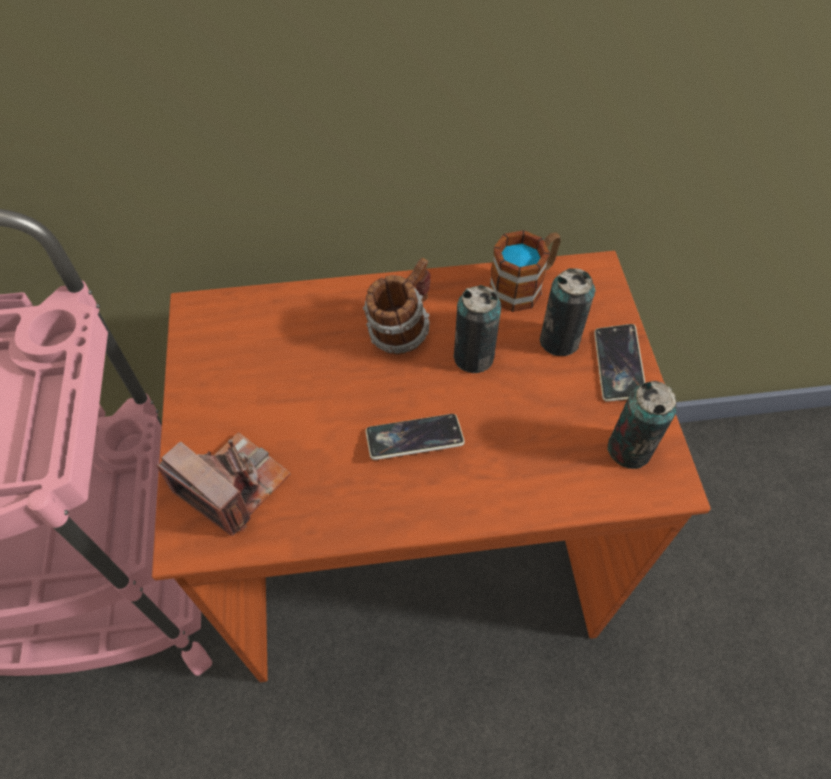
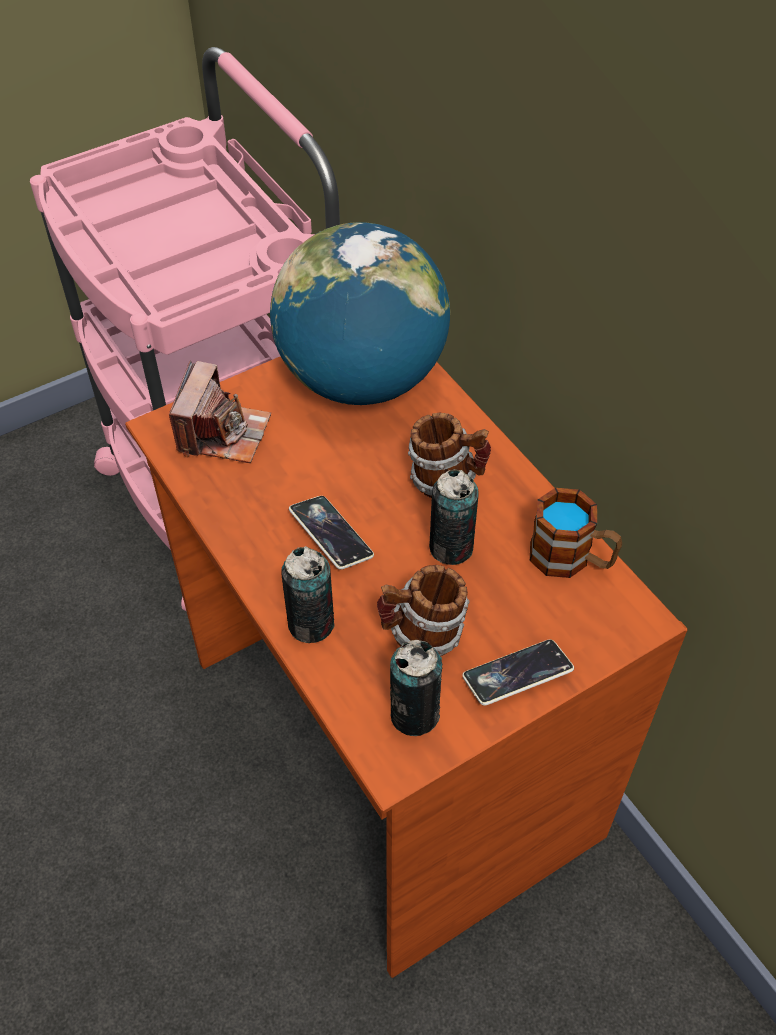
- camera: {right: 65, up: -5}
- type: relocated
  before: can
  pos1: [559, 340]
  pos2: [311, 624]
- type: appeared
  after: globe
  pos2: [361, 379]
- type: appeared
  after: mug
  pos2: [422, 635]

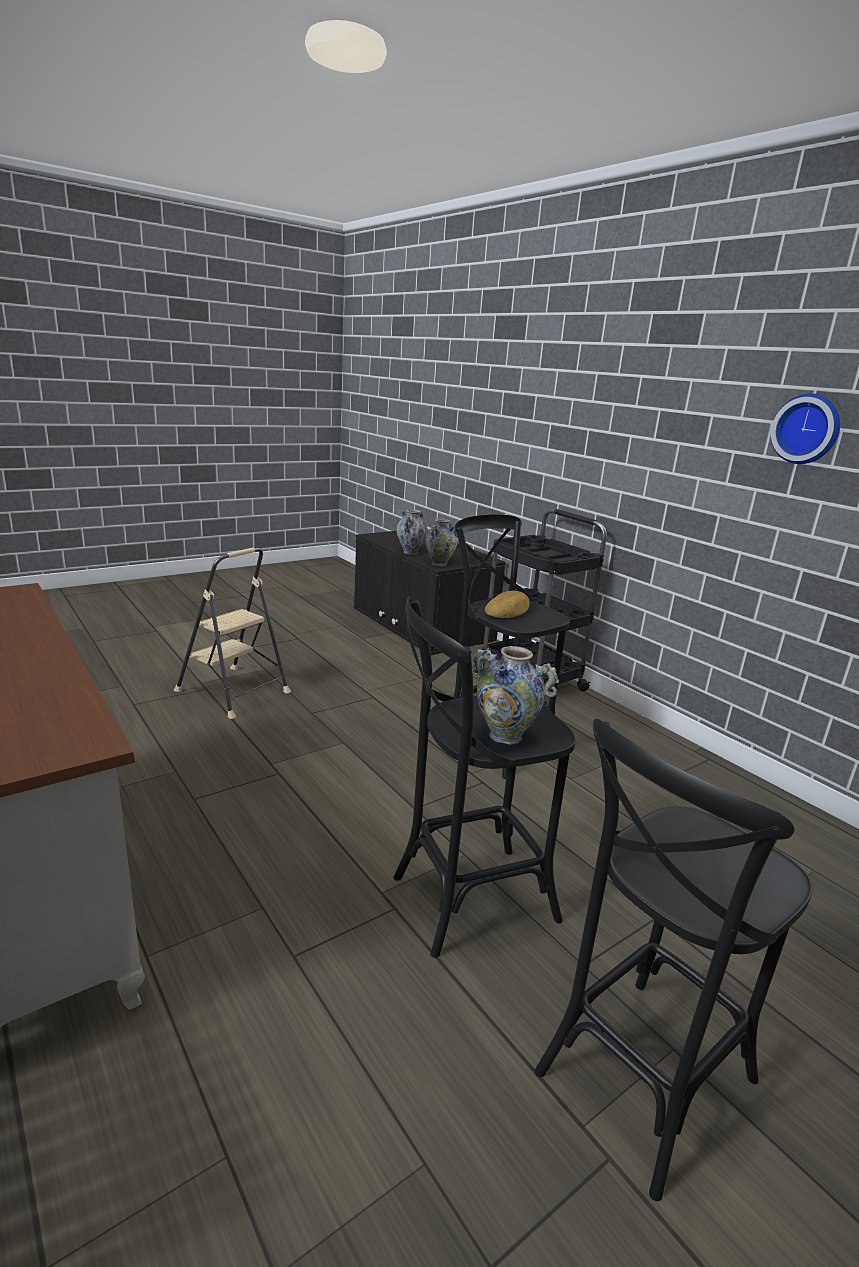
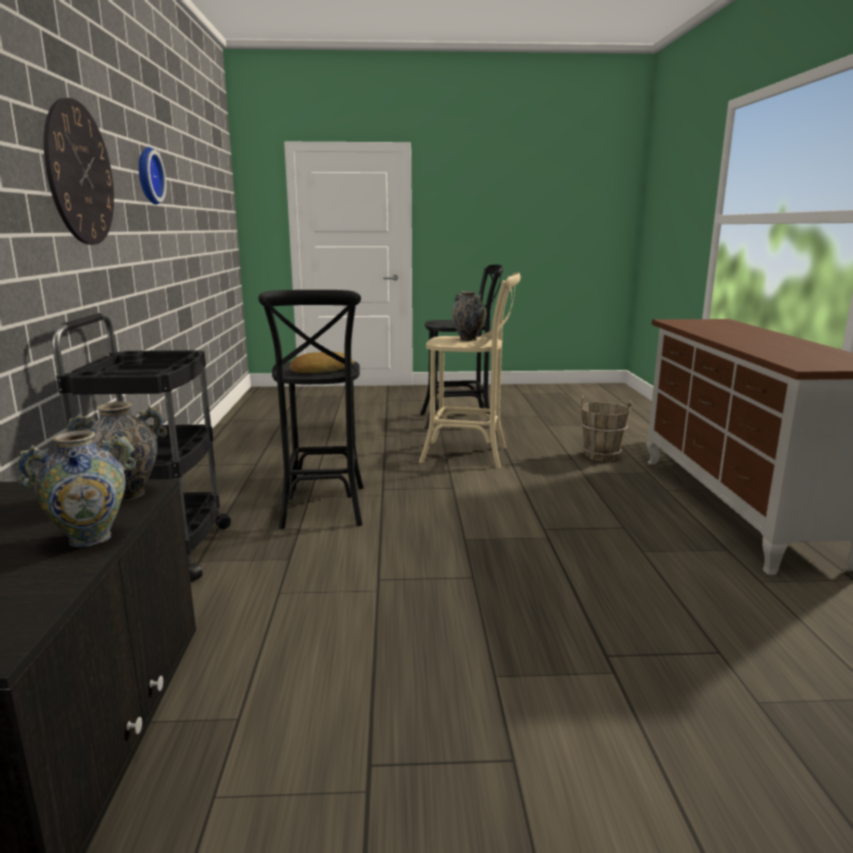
- camera: {right: -145, up: -5}
- type: missing
  before: beige step ladder
  pos1: [234, 692]
- type: colour
  before: black stool
  after: beige stool
  pos1: [466, 899]
  pos2: [469, 455]
- type: appeared
  after: wall clock
  pos2: [80, 173]
- type: appeared
  after: brown bucket
  pos2: [601, 456]

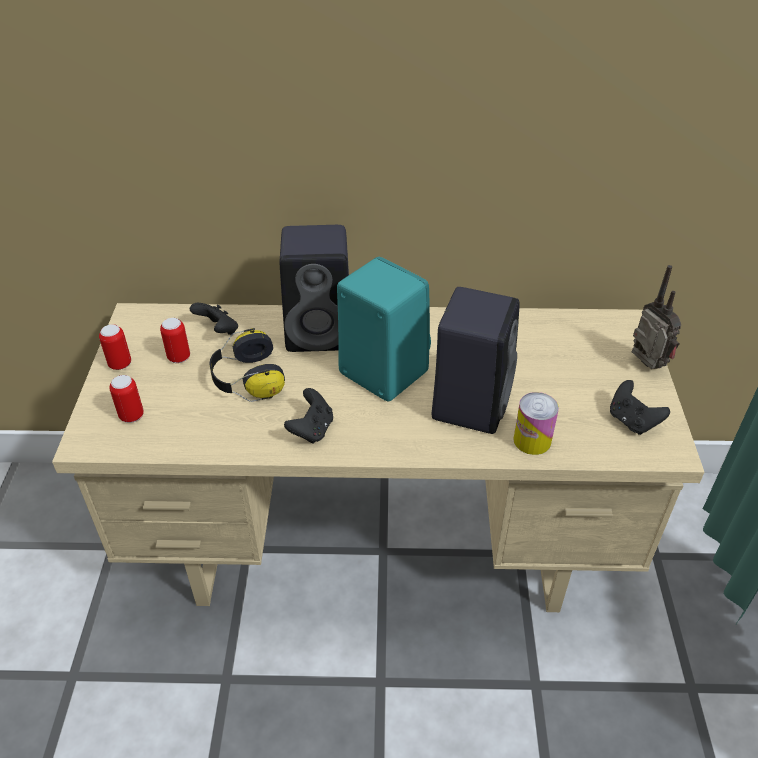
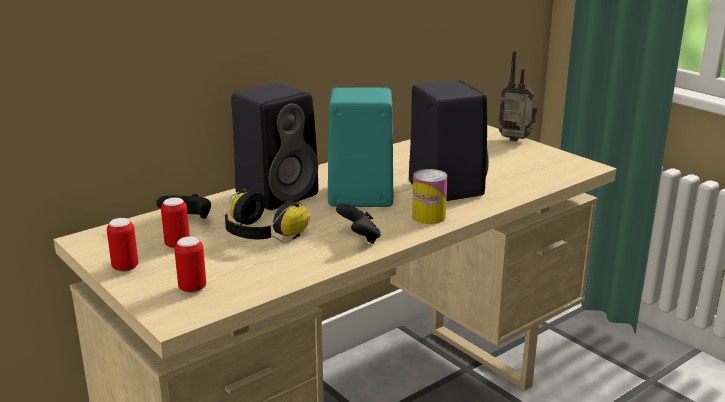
- camera: {right: -40, up: -20}
- type: missing
  before: black game controller
  pos1: [632, 421]
- type: relocated
  before: can
  pos1: [532, 440]
  pos2: [428, 216]

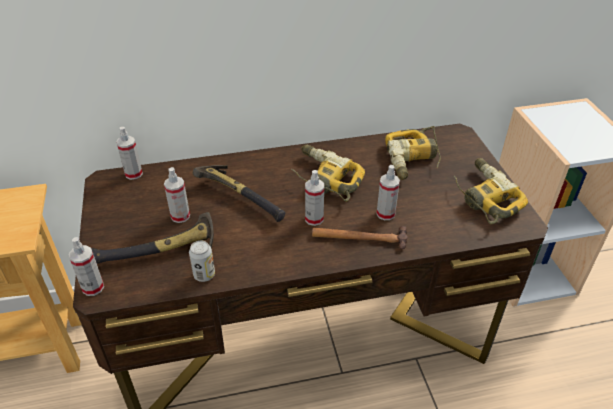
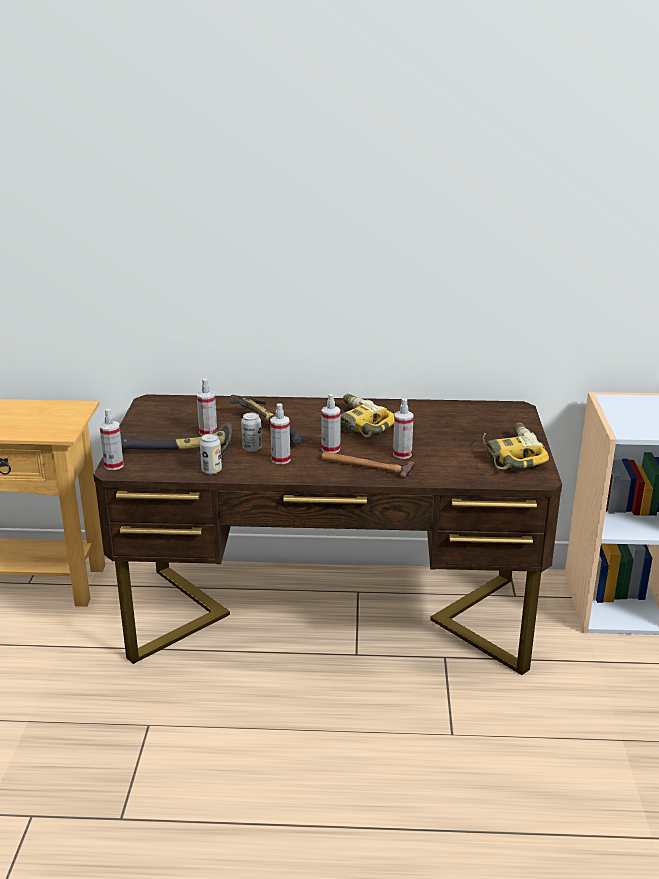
- camera: {right: 15, up: -15}
- type: missing
  before: power drill
  pos1: [414, 159]
- type: relocated
  before: spray bottle
  pos1: [133, 174]
  pos2: [280, 459]
- type: appeared
  after: can
  pos2: [252, 448]

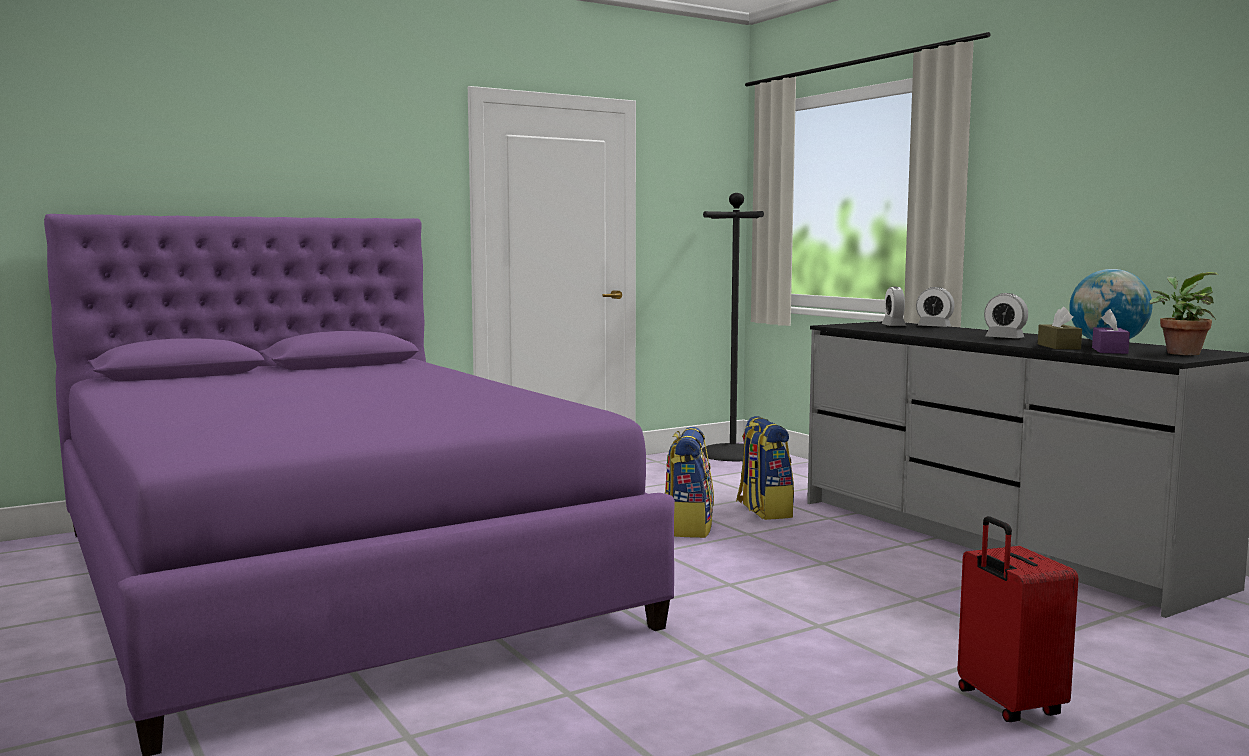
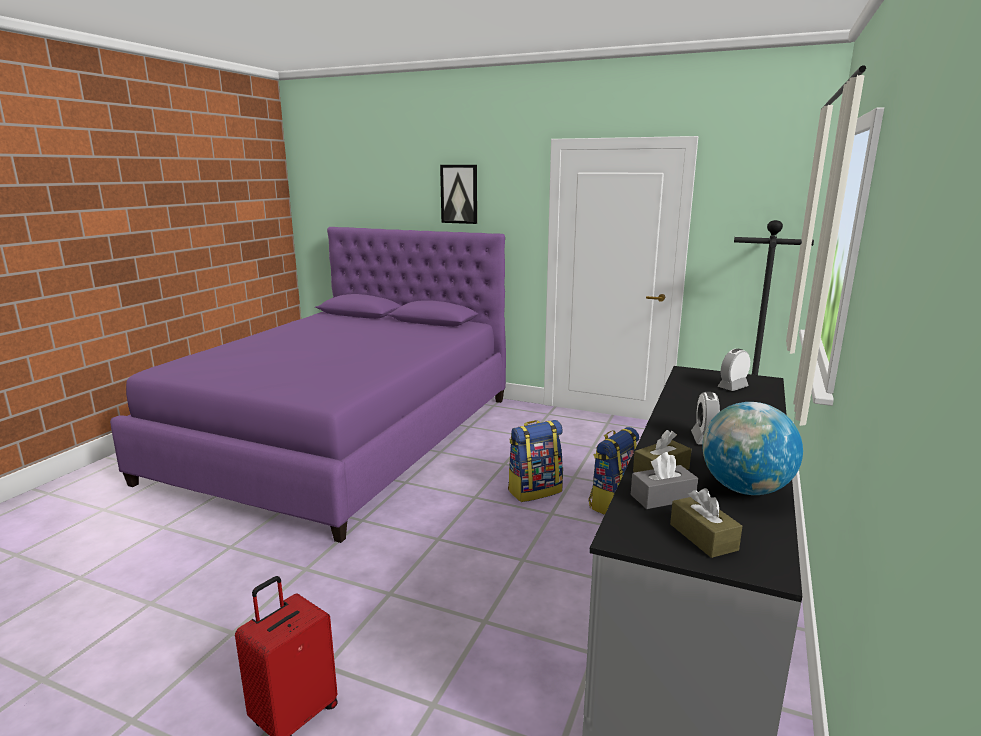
- camera: {right: 55, up: 10}
- type: exchanged
  before: potted plant
  after: brown tissue box
  pos1: [1179, 353]
  pos2: [703, 537]
- type: missing
  before: alarm clock
  pos1: [934, 326]
- type: colour
  before: purple tissue box
  after: grey tissue box
  pos1: [1109, 350]
  pos2: [662, 497]
- type: appeared
  after: picture
  pos2: [459, 194]

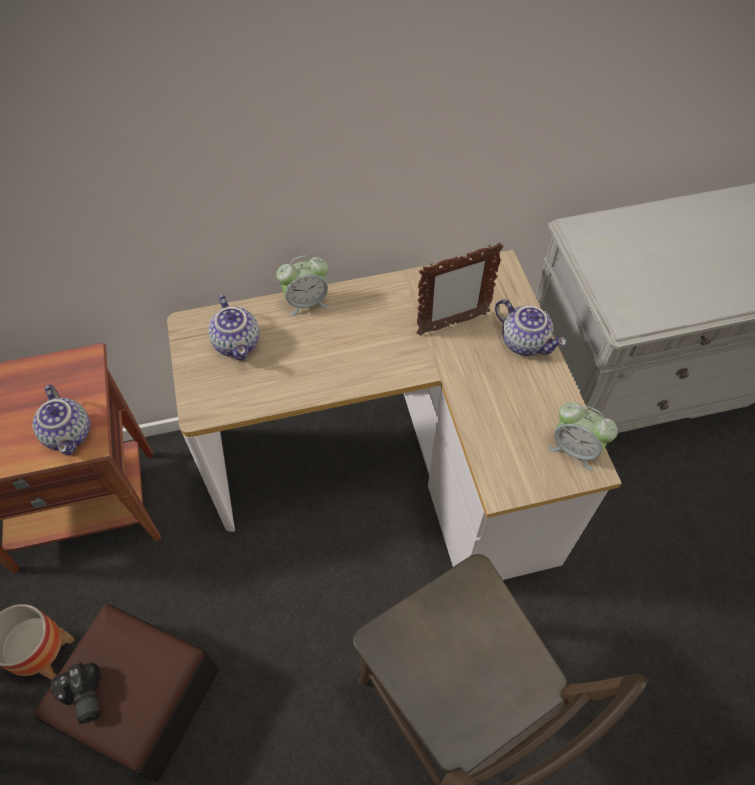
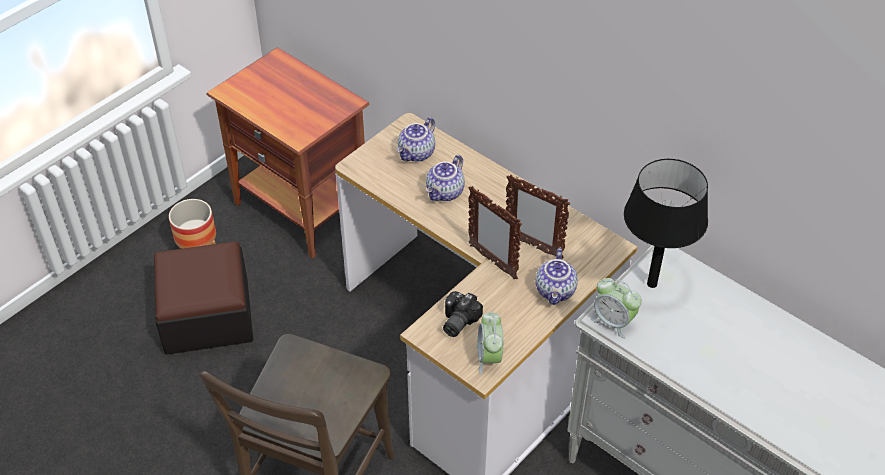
- camera: {right: 55, up: -10}
- type: relocated
  before: alarm clock
  pos1: [306, 302]
  pos2: [613, 322]
- type: relocated
  before: teapot
  pos1: [70, 434]
  pos2: [445, 193]
- type: relocated
  before: photo camera
  pos1: [82, 698]
  pos2: [456, 321]
- type: appeared
  after: black table lamp
  pos2: [651, 284]
- type: appeared
  after: picture frame
  pos2: [492, 261]

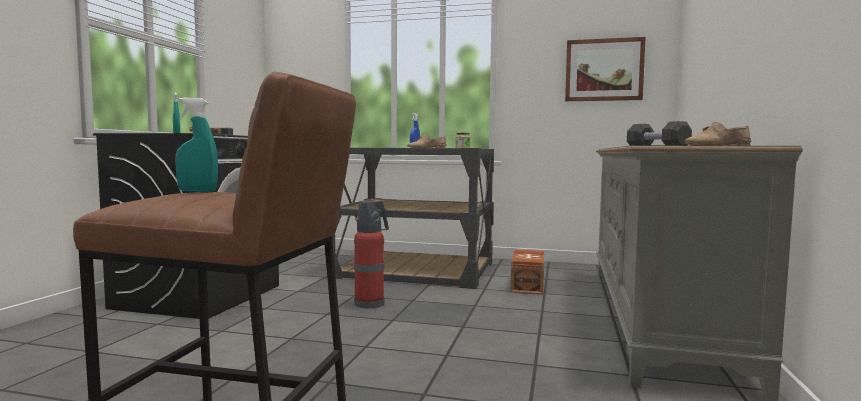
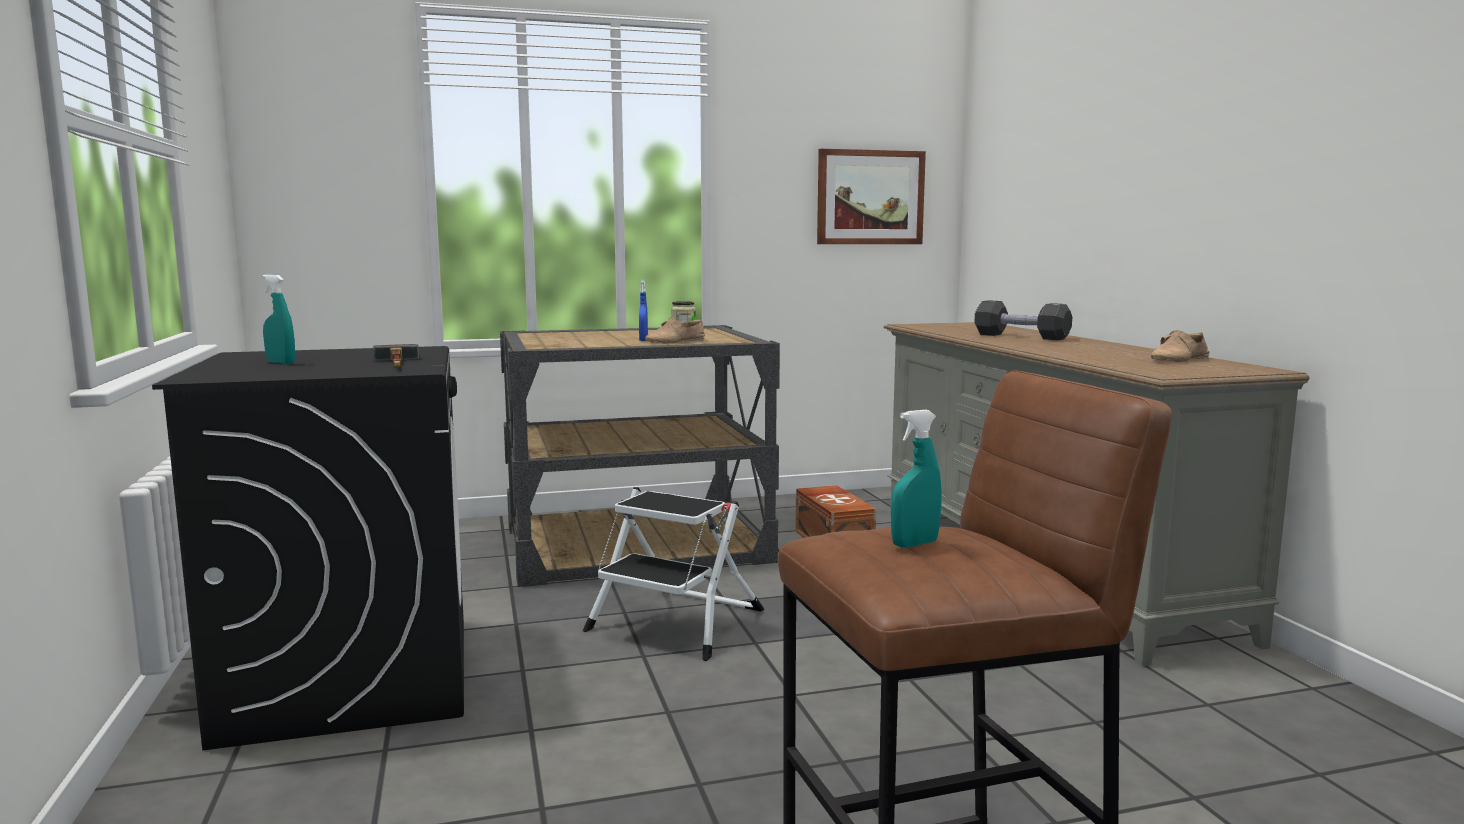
- camera: {right: -30, up: 5}
- type: exchanged
  before: fire extinguisher
  after: step ladder
  pos1: [371, 304]
  pos2: [677, 622]

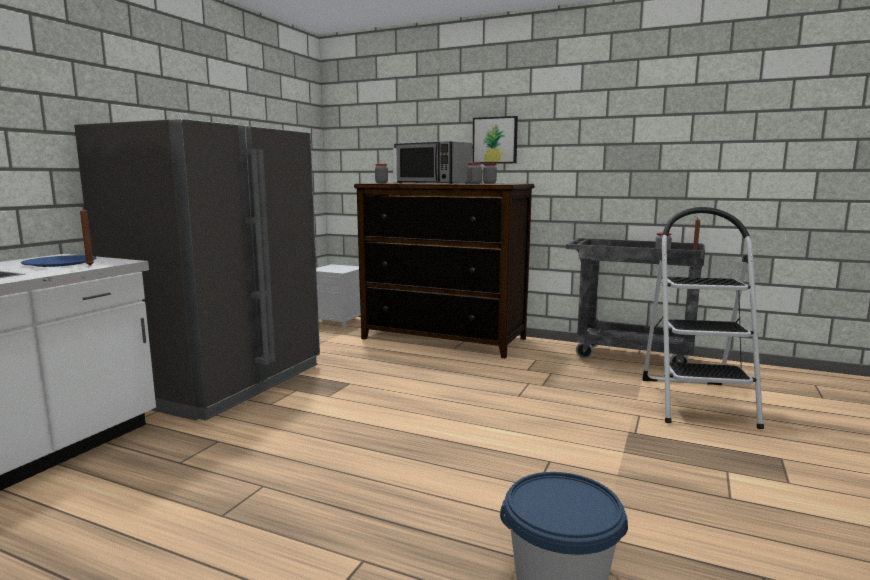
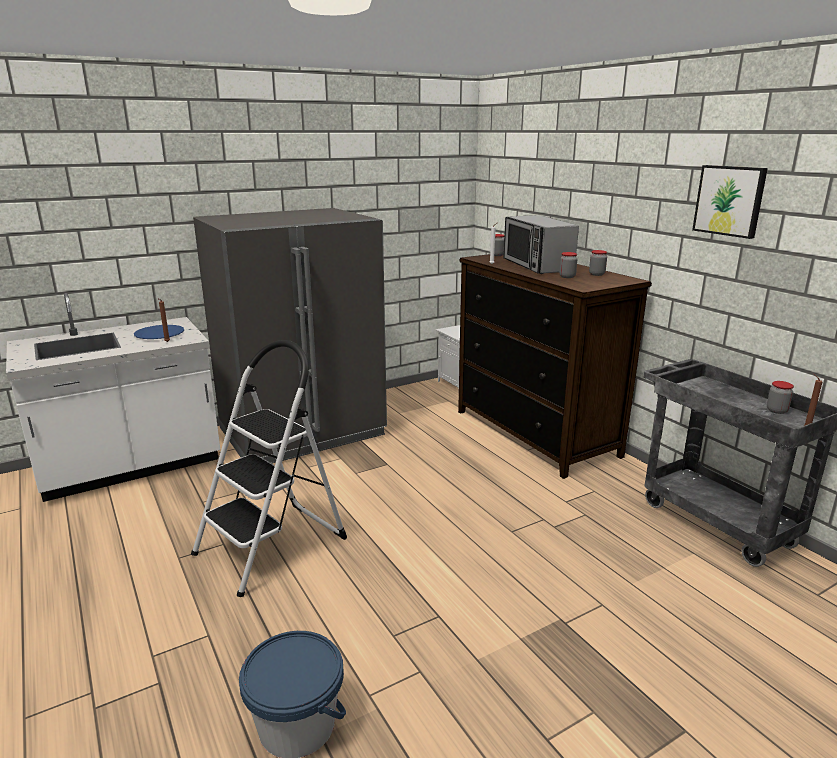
- camera: {right: 35, up: 10}
- type: relocated
  before: picture
  pos1: [495, 140]
  pos2: [730, 200]
- type: relocated
  before: step ladder
  pos1: [696, 401]
  pos2: [275, 545]

